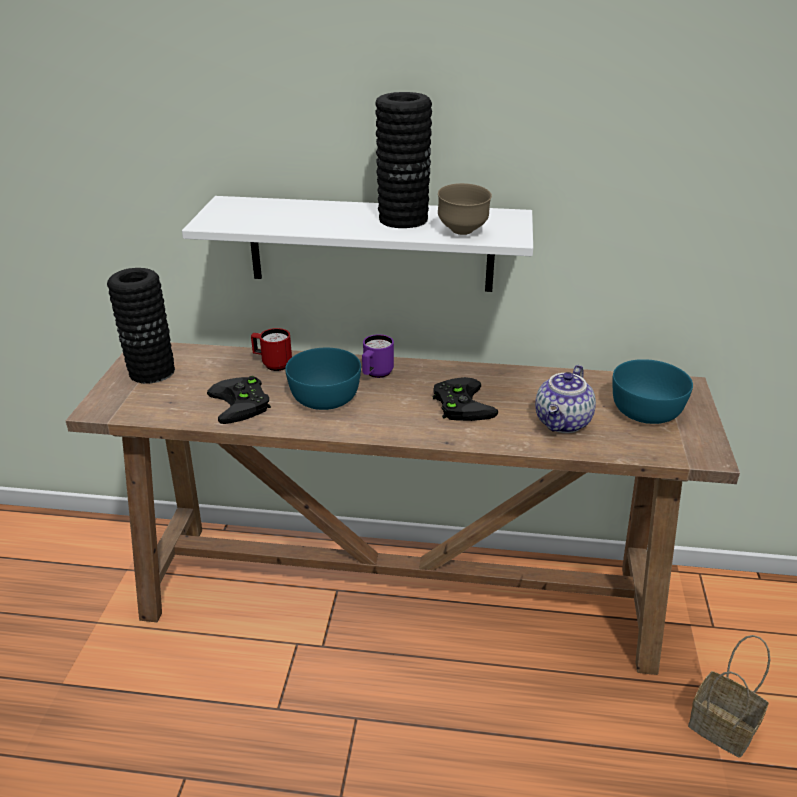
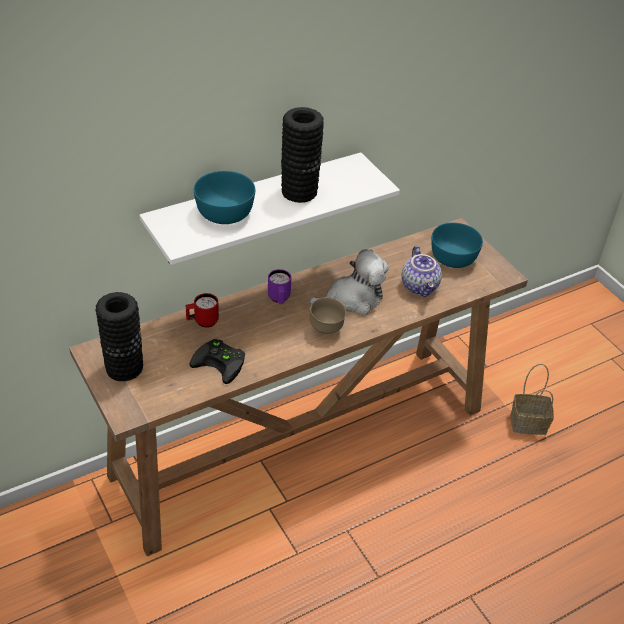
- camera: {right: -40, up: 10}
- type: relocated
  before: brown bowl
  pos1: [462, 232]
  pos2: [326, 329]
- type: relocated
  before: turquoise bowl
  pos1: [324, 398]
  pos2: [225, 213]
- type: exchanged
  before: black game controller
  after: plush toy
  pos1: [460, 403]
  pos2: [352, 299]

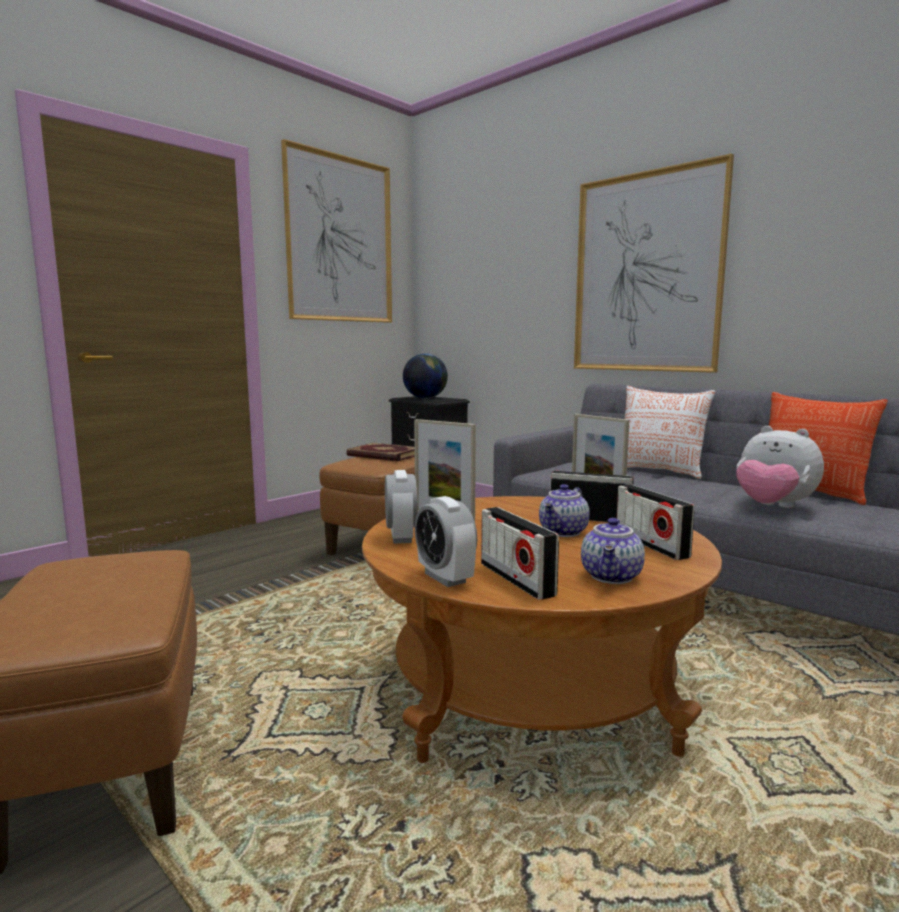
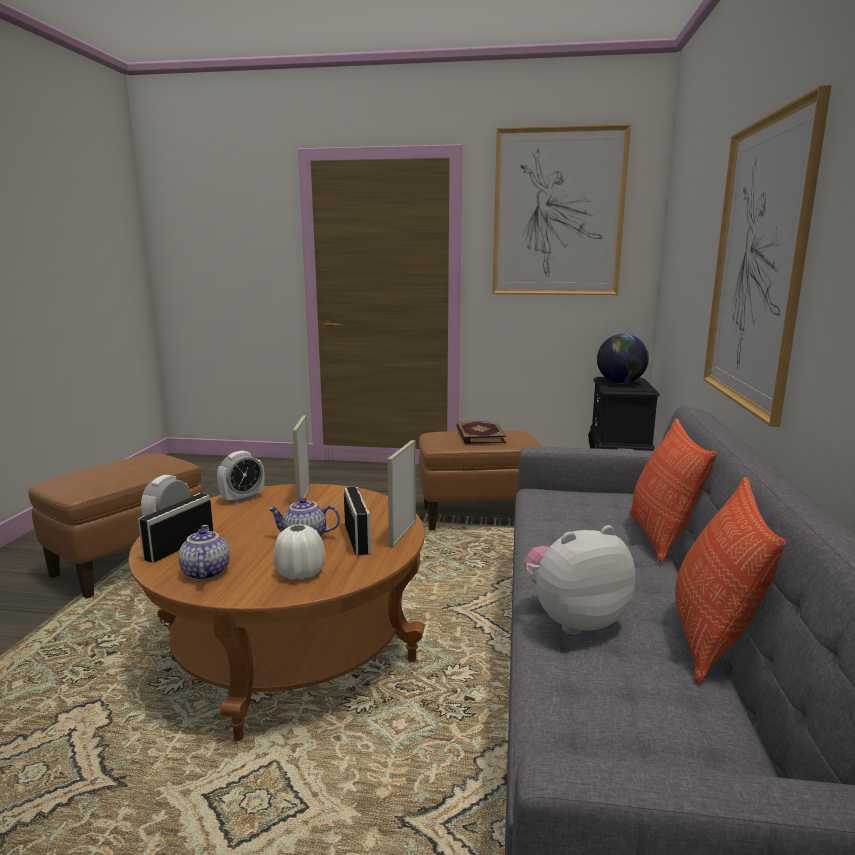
- camera: {right: 55, up: 5}
- type: colour
  before: white pillow
  after: orange pillow
  pos1: [658, 471]
  pos2: [661, 538]
- type: spun
  before: plush toy
  pos1: [772, 507]
  pos2: [573, 619]
  turn: 60
- type: exchanged
  before: radio
  after: white vase
  pos1: [651, 545]
  pos2: [300, 573]
- type: spun
  before: teapot
  pos1: [612, 577]
  pos2: [204, 572]
  turn: 90

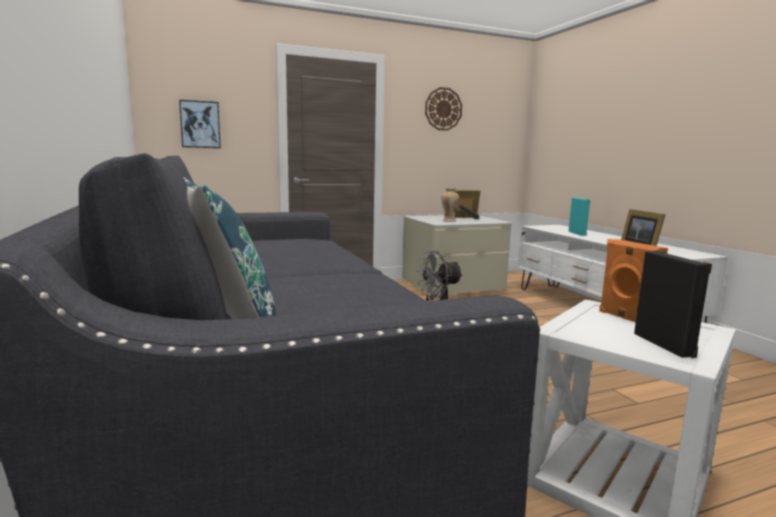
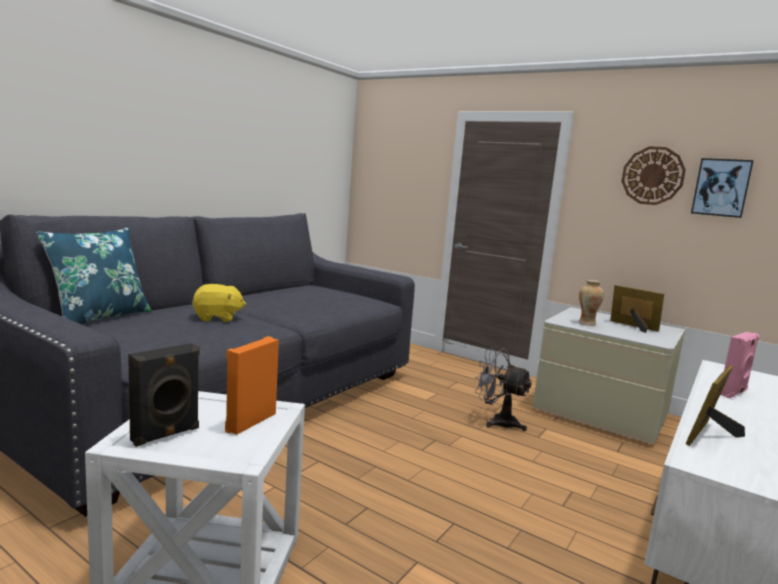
- camera: {right: 55, up: 0}
- type: relocated
  before: picture
  pos1: [200, 124]
  pos2: [721, 187]
- type: colour
  before: turquoise speaker
  after: pink speaker
  pos1: [578, 233]
  pos2: [734, 393]
- type: appeared
  after: yellow plush toy
  pos2: [217, 318]

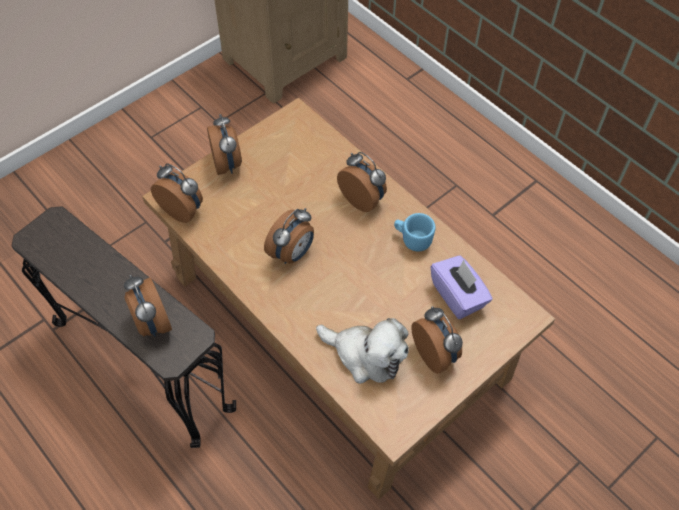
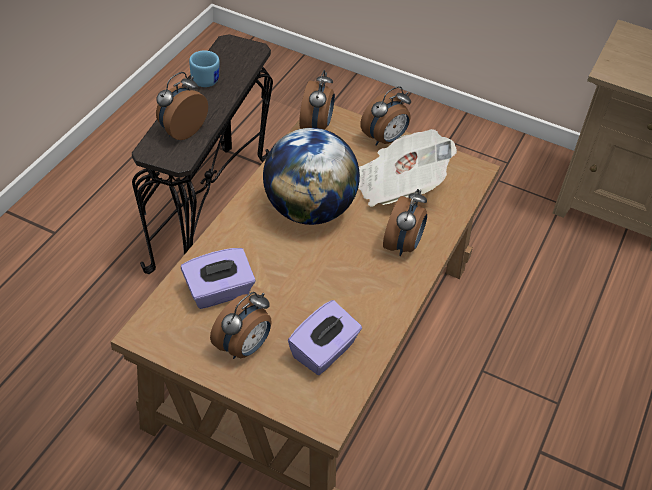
- camera: {right: 65, up: -10}
- type: exchanged
  before: alarm clock
  after: globe
  pos1: [292, 253]
  pos2: [308, 210]
- type: relocated
  before: blue mug
  pos1: [412, 239]
  pos2: [206, 78]
- type: exchanged
  before: plush toy
  after: purple tissue box
  pos1: [366, 355]
  pos2: [219, 292]
- type: appeared
  after: newspaper
  pos2: [397, 186]

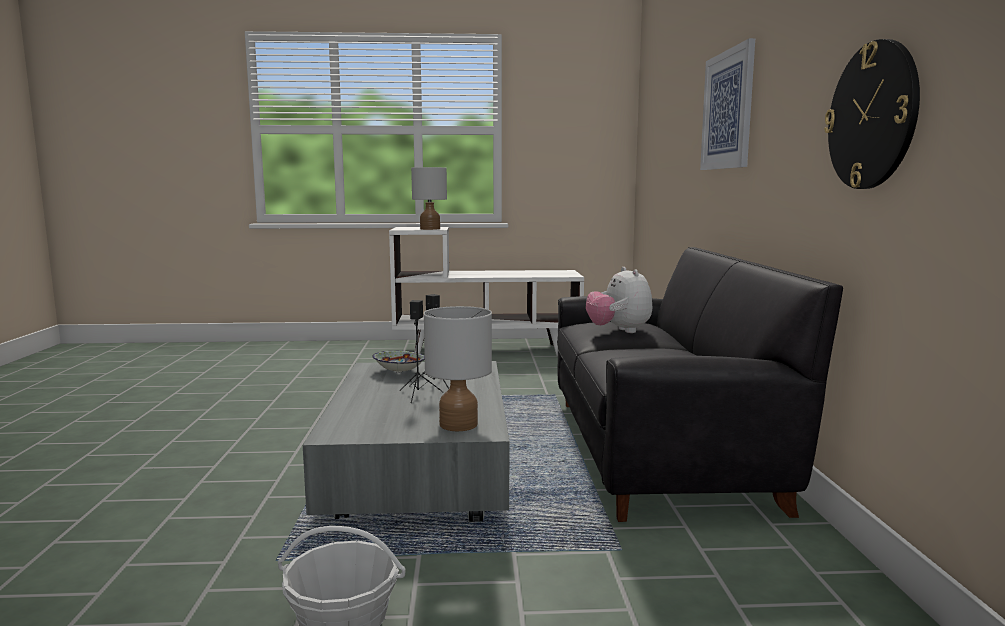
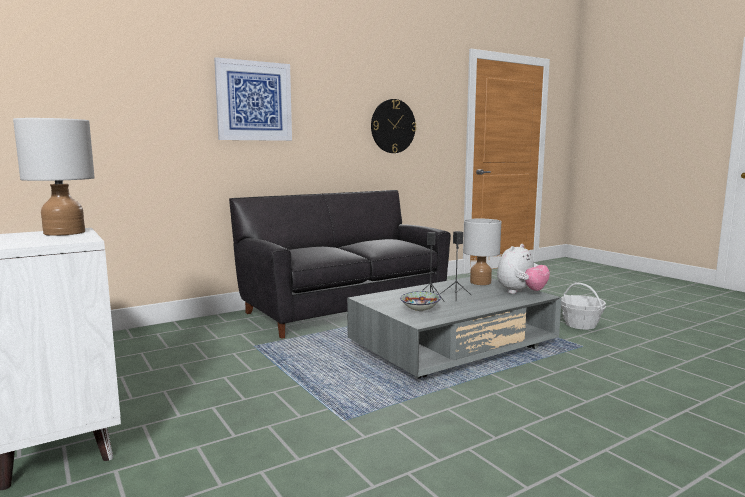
- camera: {right: -120, up: 0}
- type: relocated
  before: plush toy
  pos1: [619, 331]
  pos2: [521, 293]

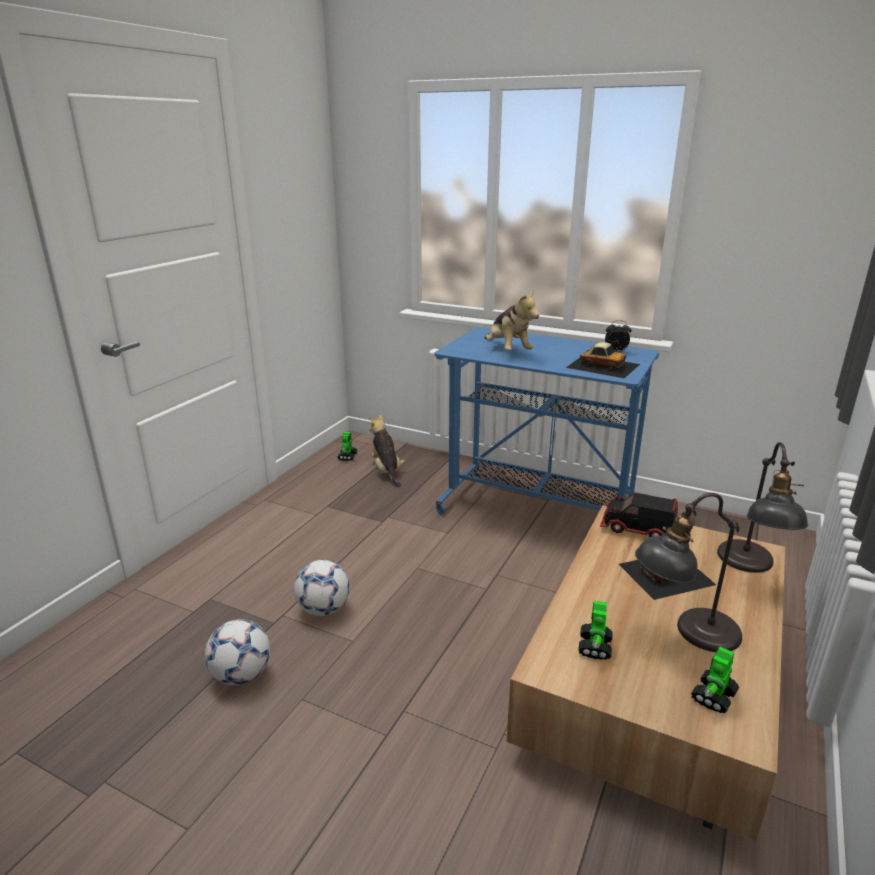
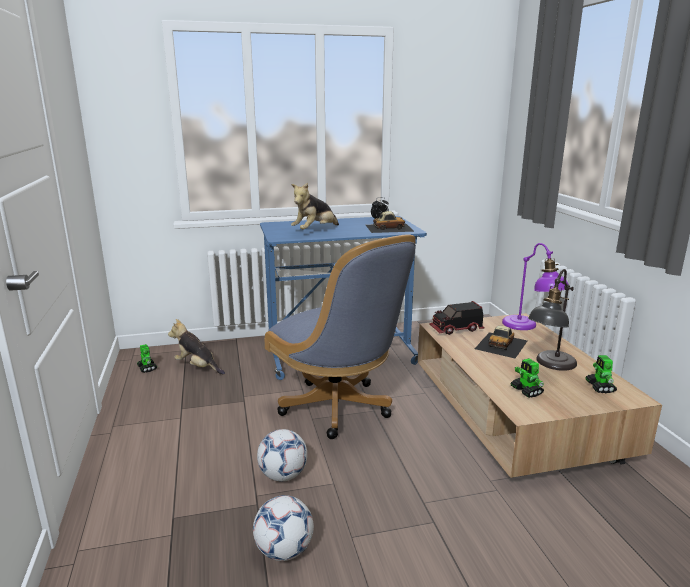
- camera: {right: -40, up: -5}
- type: spun
  before: plush toy
  pos1: [507, 350]
  pos2: [315, 231]
  turn: 105
- type: colour
  before: grey table lamp
  after: purple table lamp
  pos1: [752, 571]
  pos2: [531, 328]
- type: appeared
  after: blue office chair
  pos2: [341, 412]

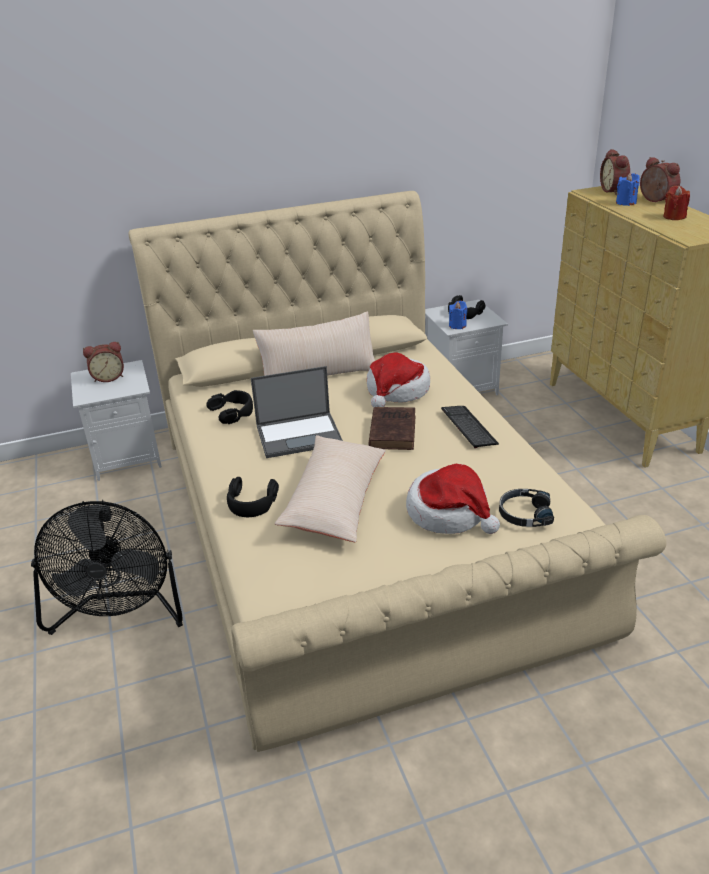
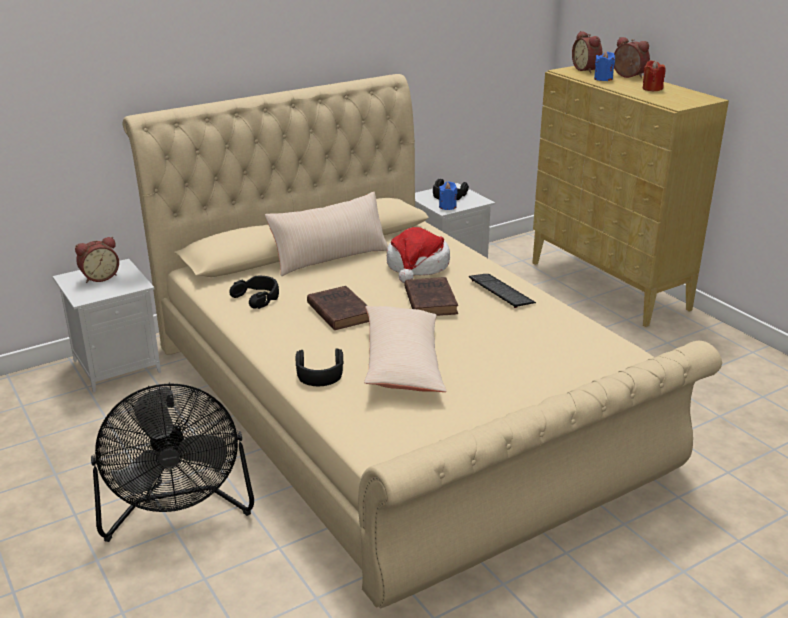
- camera: {right: -15, up: -5}
- type: exchanged
  before: laptop
  after: brown book
  pos1: [300, 435]
  pos2: [339, 311]
- type: missing
  before: hat
  pos1: [449, 513]
- type: missing
  before: black headphones
  pos1: [524, 514]

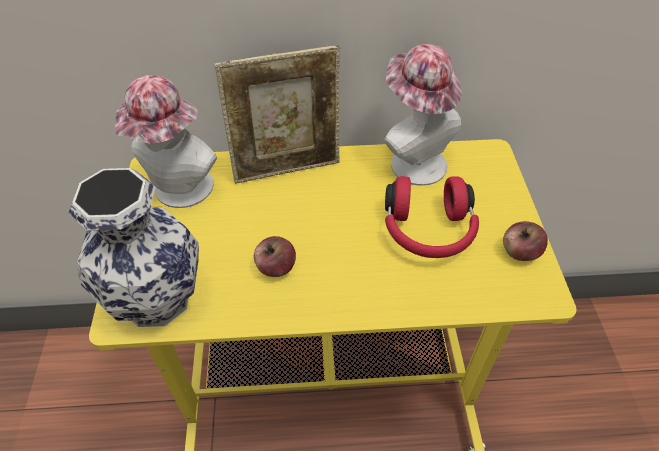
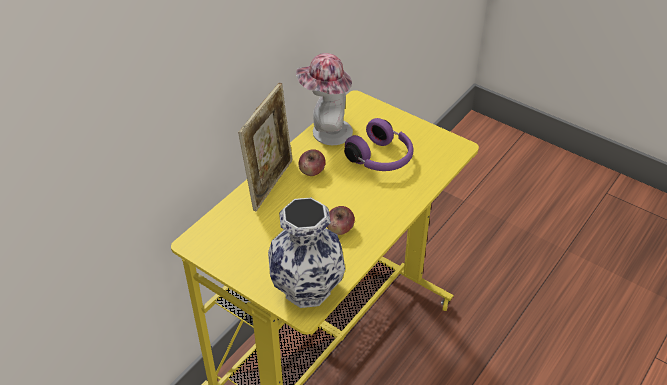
- camera: {right: -50, up: -5}
- type: missing
  before: hat
  pos1: [180, 192]
- type: colour
  before: red headphones
  after: purple headphones
  pos1: [428, 232]
  pos2: [381, 159]
- type: relocated
  before: apple
  pos1: [520, 252]
  pos2: [312, 171]

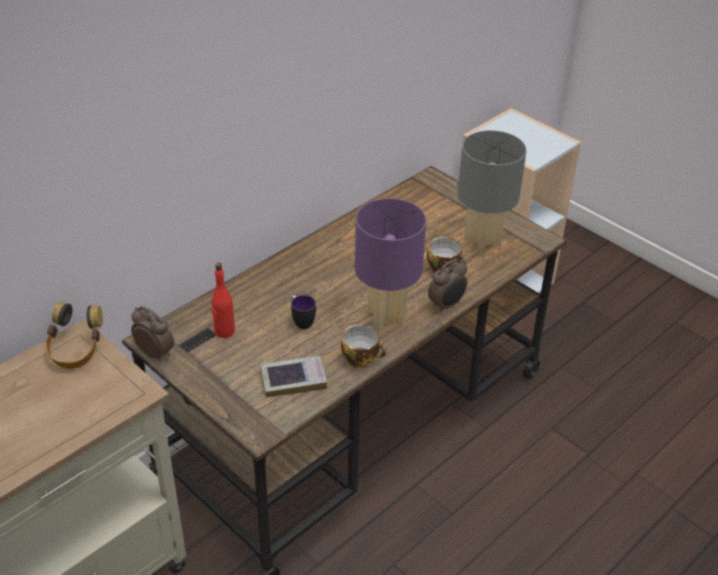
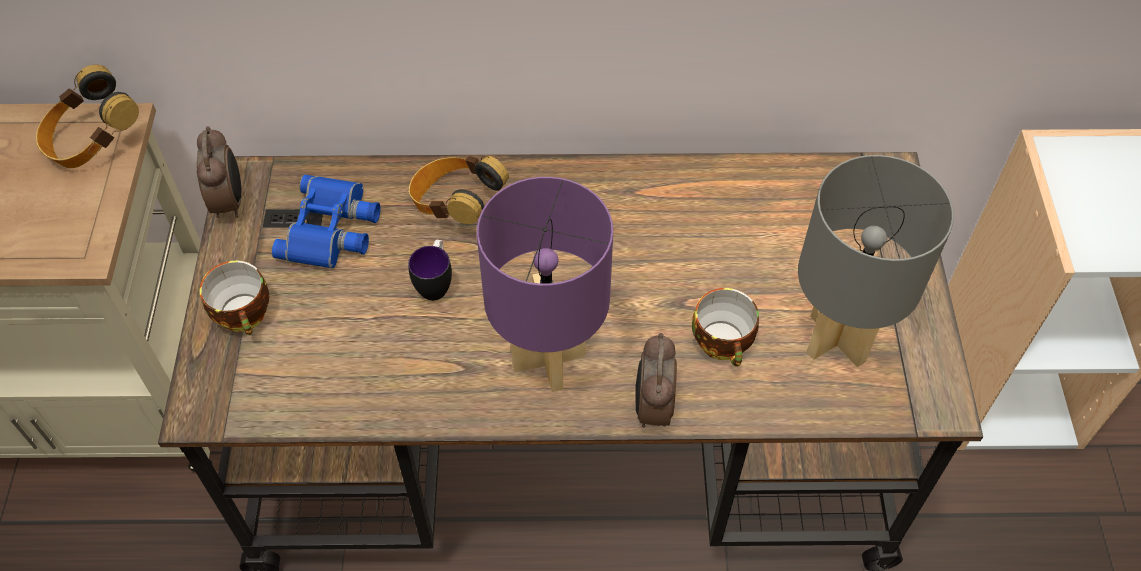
- camera: {right: 45, up: 15}
- type: spun
  before: alarm clock
  pos1: [447, 305]
  pos2: [652, 407]
  turn: 90
- type: exchanged
  before: red bottle
  after: blue binoculars
  pos1: [224, 331]
  pos2: [332, 229]
- type: relocated
  before: cup
  pos1: [362, 358]
  pos2: [246, 315]
- type: missing
  before: book
  pos1: [293, 380]
- type: appeared
  after: headphones
  pos2: [456, 205]

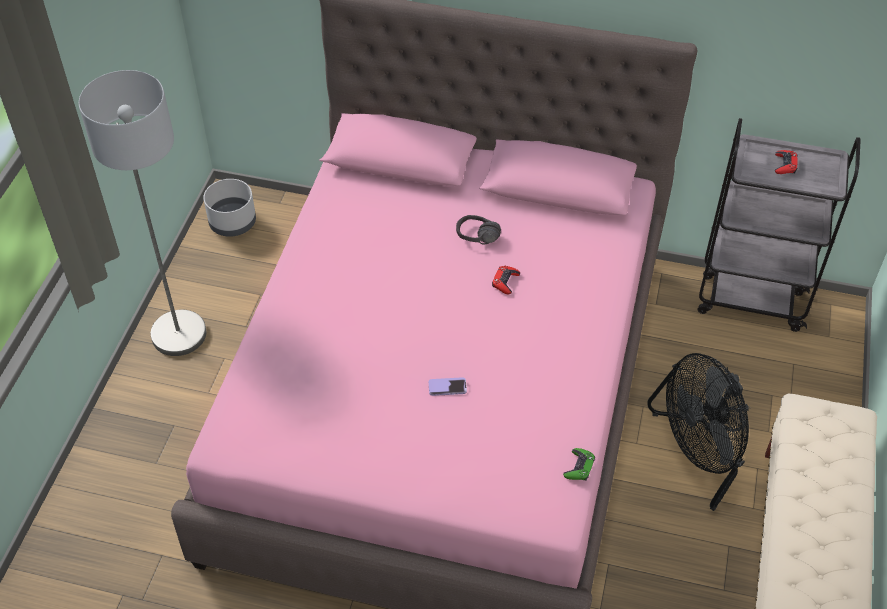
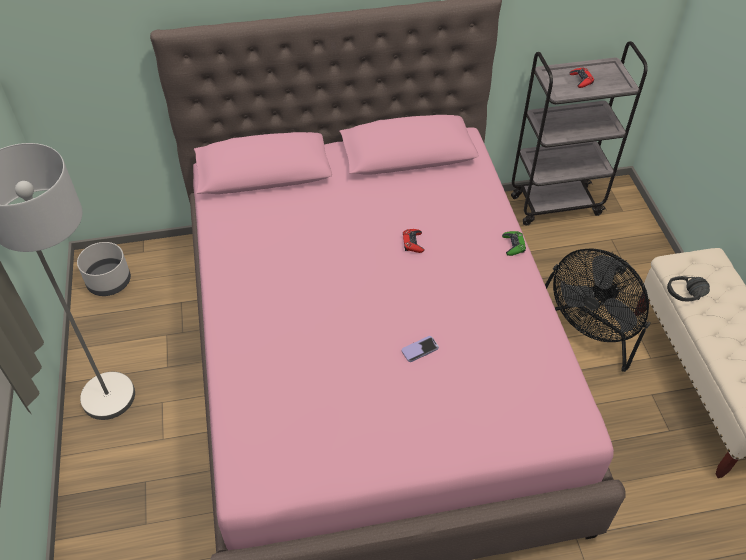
- camera: {right: -25, up: 0}
- type: relocated
  before: black headphones
  pos1: [476, 241]
  pos2: [688, 298]
- type: relocated
  before: green game controller
  pos1: [579, 467]
  pos2: [513, 245]

